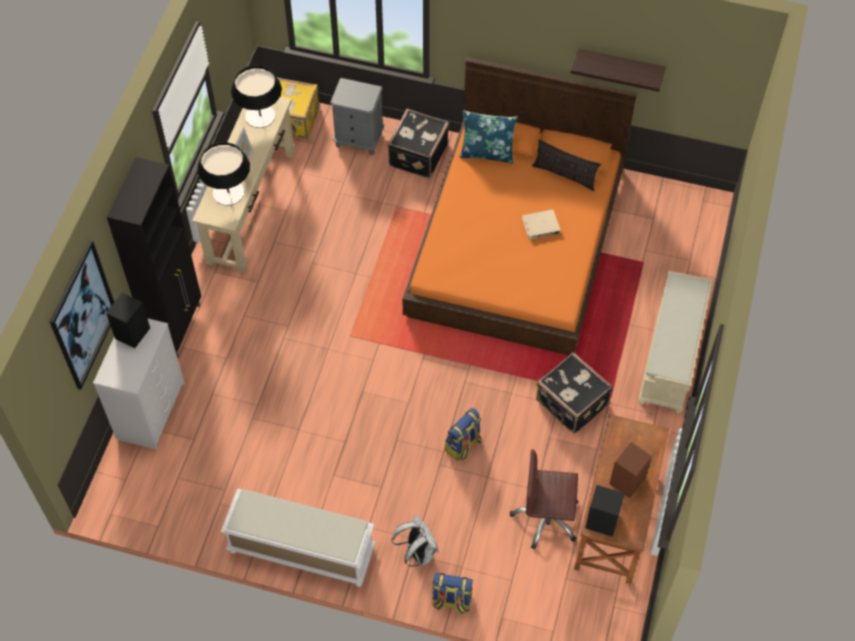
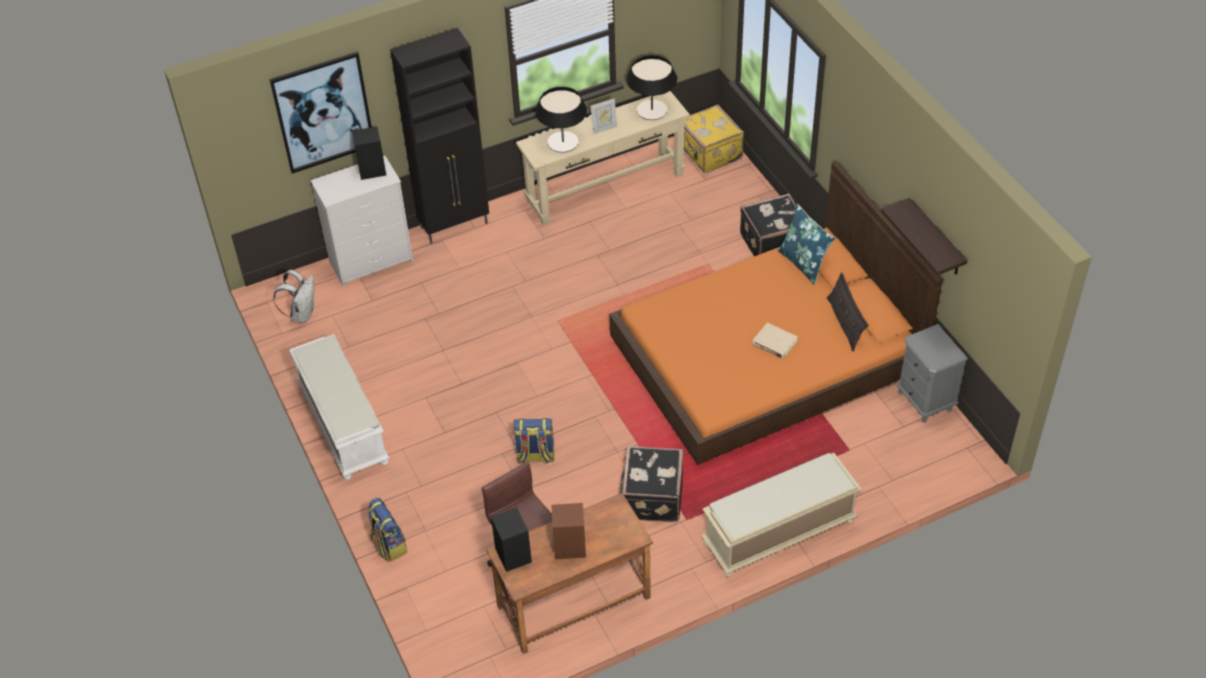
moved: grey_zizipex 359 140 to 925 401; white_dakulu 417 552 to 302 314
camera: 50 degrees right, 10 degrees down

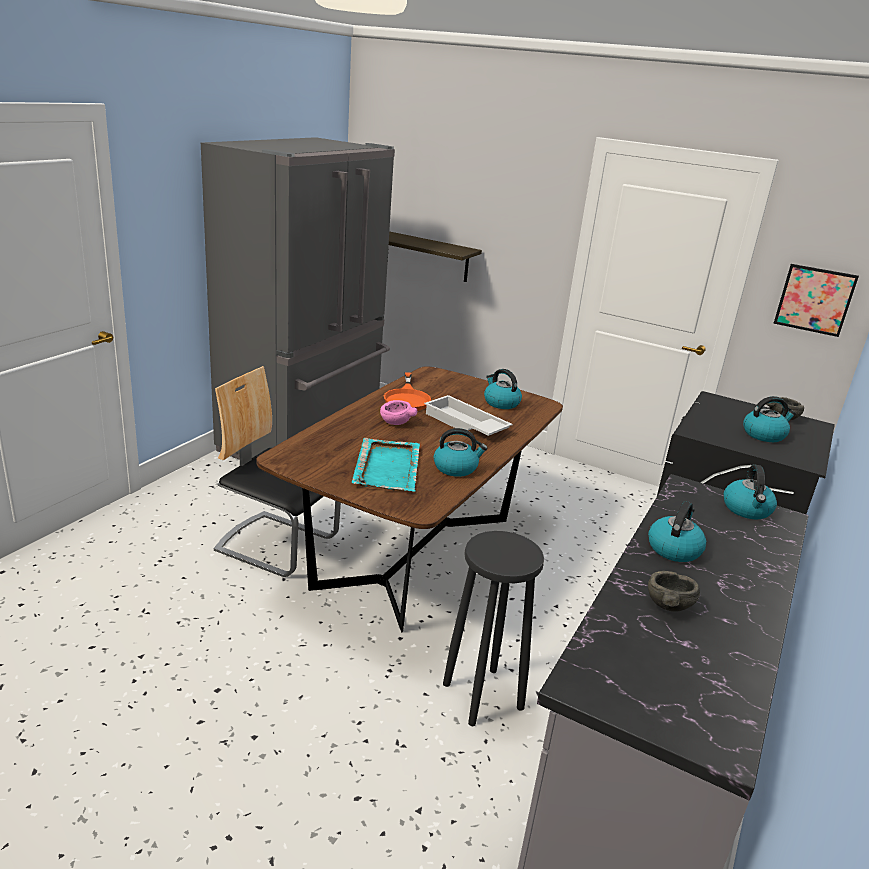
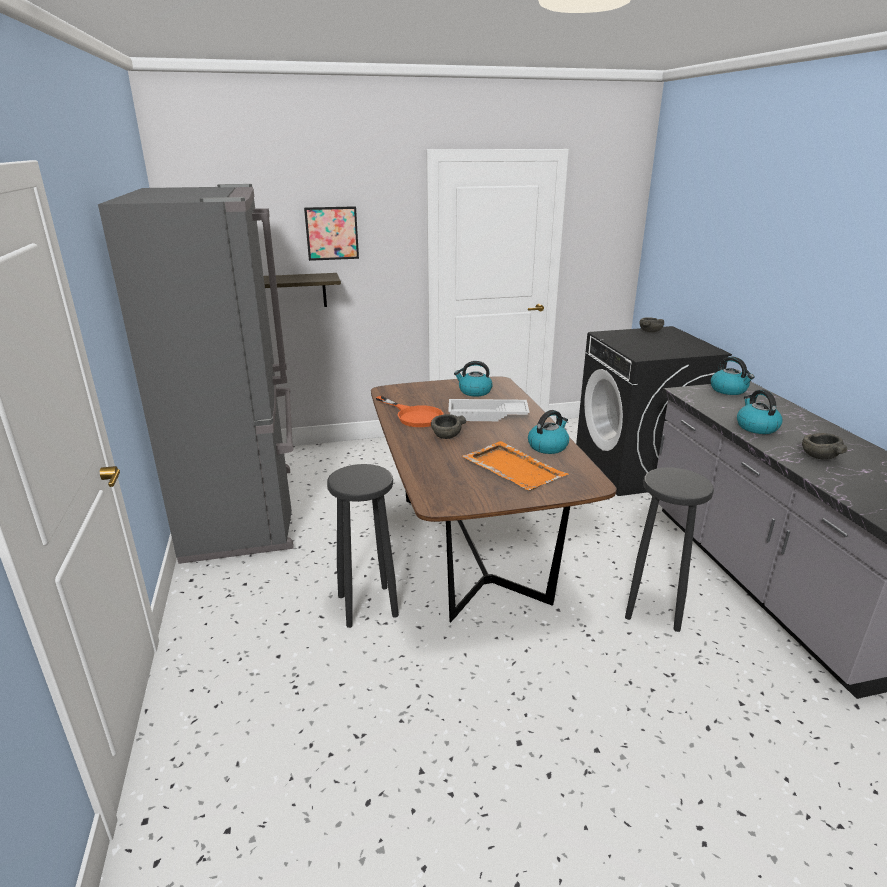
removed: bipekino 764 434
moved: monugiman 814 300 to 332 233
replaced: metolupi 277 544 to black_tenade 367 605
recoloured: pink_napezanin 395 422 to grey_napezanin 446 436; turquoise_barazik 387 467 to orange_barazik 512 468
camera: 40 degrees left, 0 degrees up

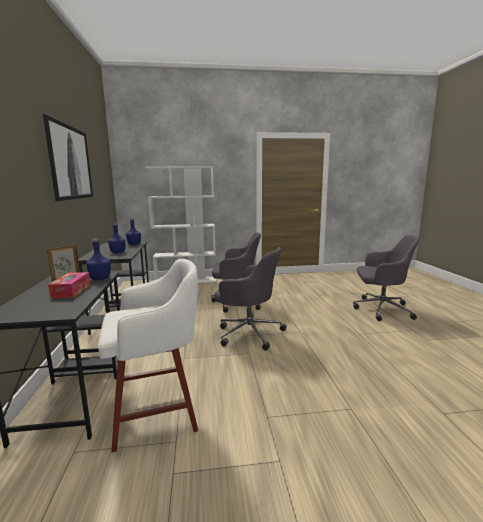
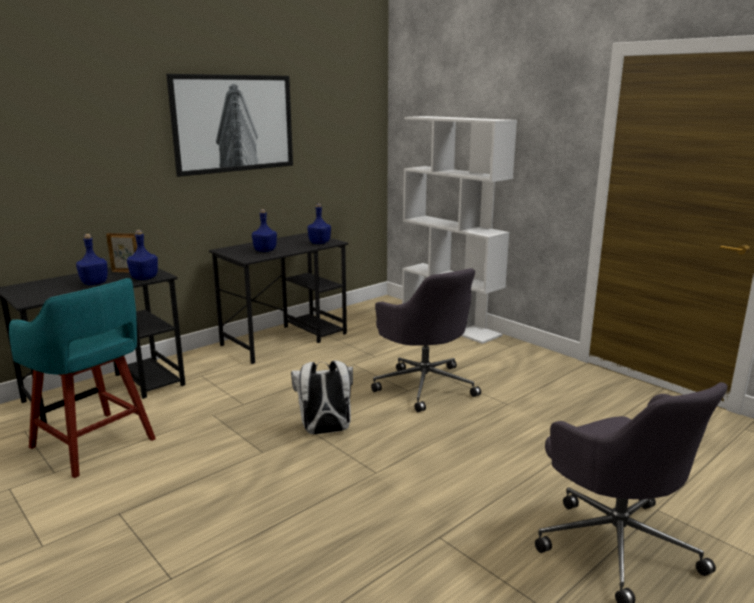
replaced: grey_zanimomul 248 332 to white_dakulu 325 431; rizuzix 71 291 to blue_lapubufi 94 283
recoloured: white_tenade 158 413 to turquoise_tenade 95 444
camera: 55 degrees right, 5 degrees up

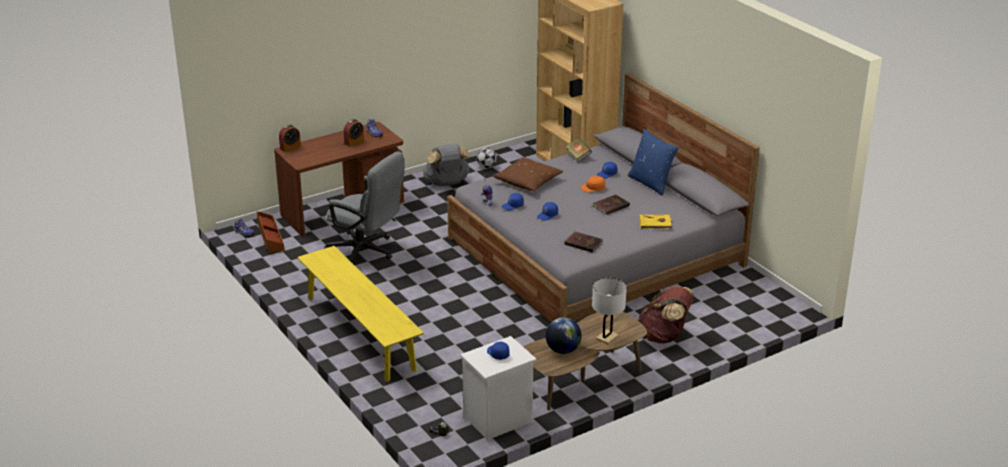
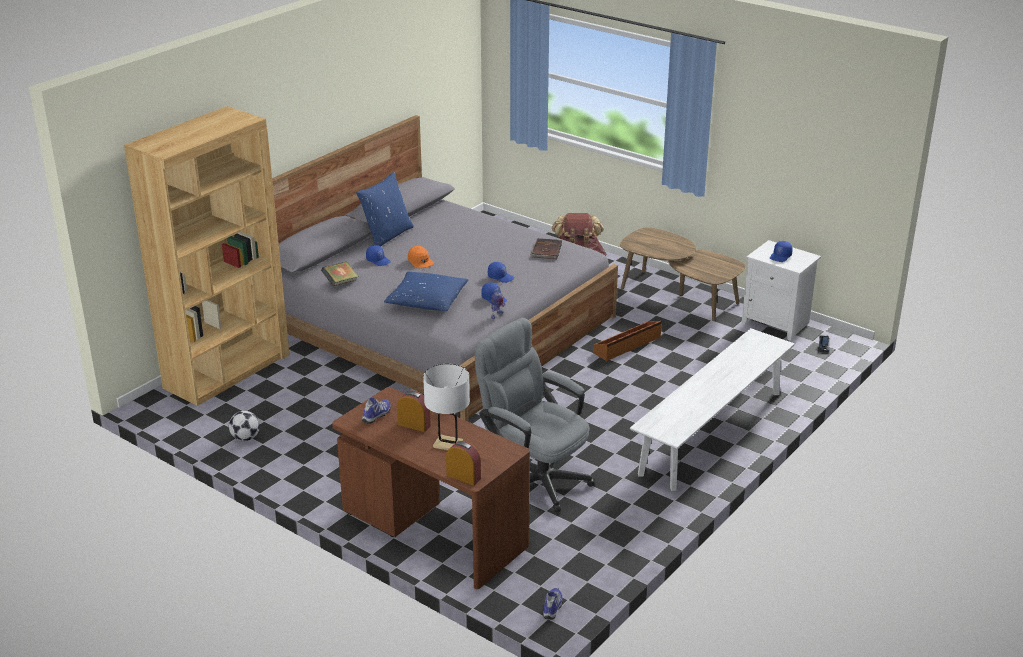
removed: grey_dakulu 446 184; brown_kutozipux 610 206; yellow_kutozipux 655 224; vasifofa 563 350
moved: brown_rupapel 270 237 to 627 345; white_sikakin 607 337 to 448 444
recoloured: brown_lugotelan 527 181 to blue_lugotelan 427 300; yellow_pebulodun 360 333 to white_pebulodun 711 432
turned: grey_zanimomul 367 251 = 534 477 60 degrees counterclockwise
camera: 110 degrees left, 0 degrees up

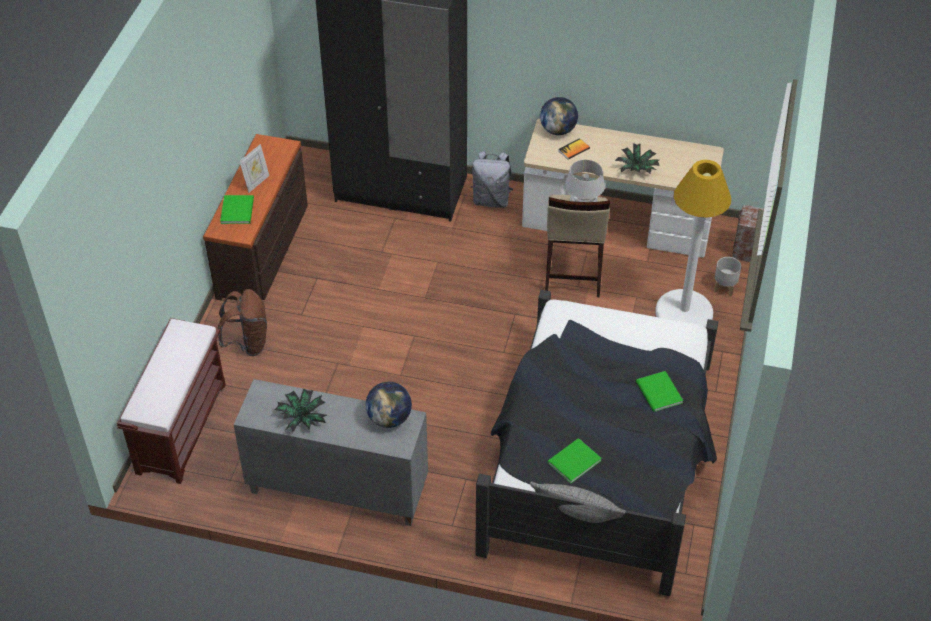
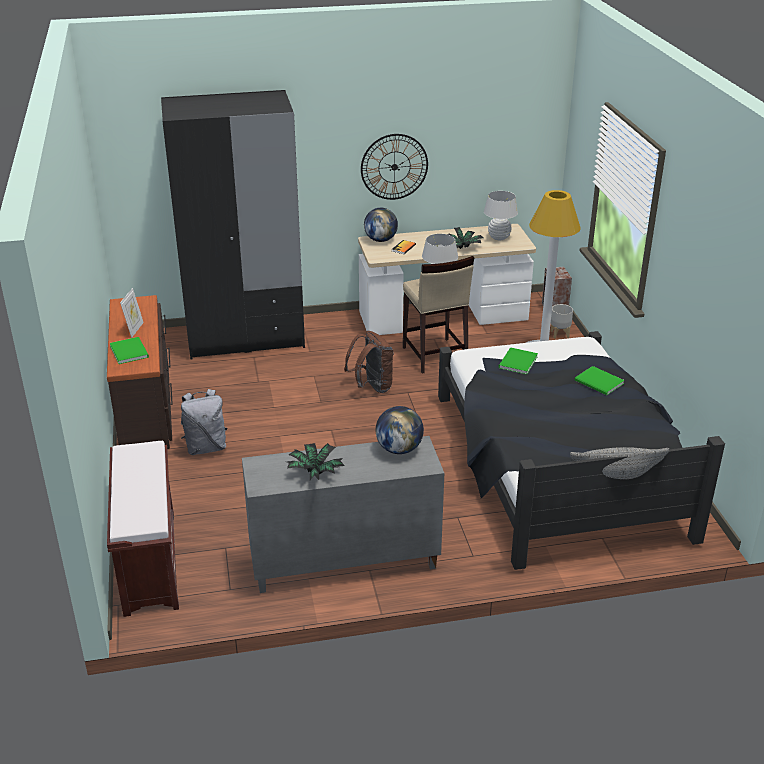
added: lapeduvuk 394 167; white_sikakin 499 238
moved: grey_dakulu 491 200 to 206 447; brown_dakulu 248 343 to 372 387; green_kutozipux 572 461 to 516 362
camera: 25 degrees left, 15 degrees down

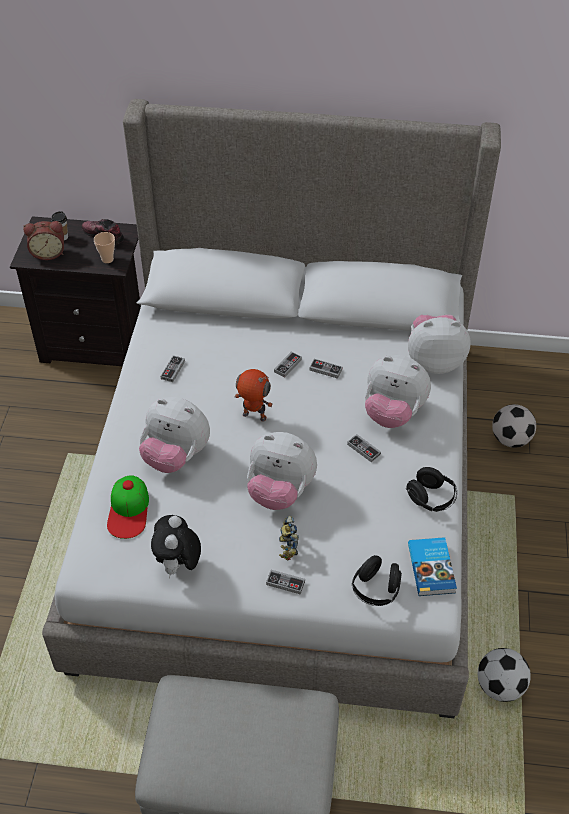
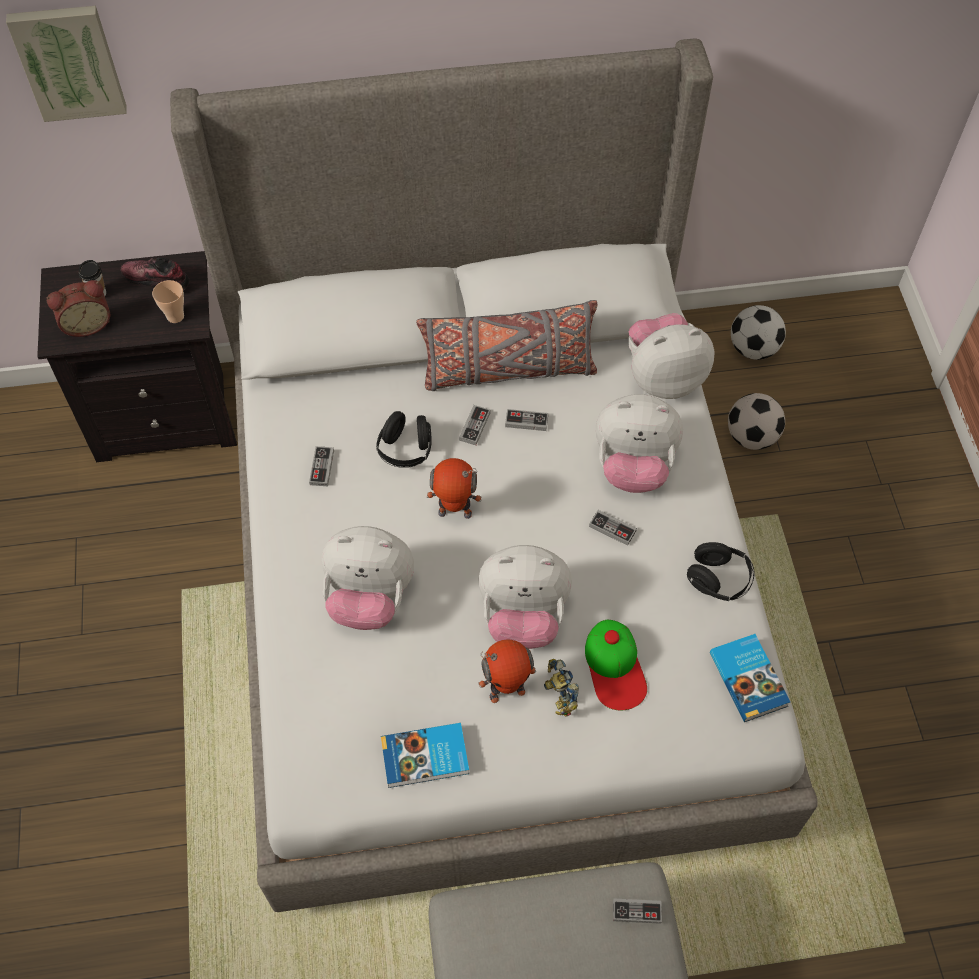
added: monugiman 69 61; grey_lugotelan 508 372; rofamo 506 691
moved: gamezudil 129 510 to 615 667; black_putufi 376 590 to 405 450; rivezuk 285 583 to 636 911; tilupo 500 686 to 753 348
replaced: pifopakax 178 565 to kutozipux 426 758
camera: 15 degrees left, 10 degrees up

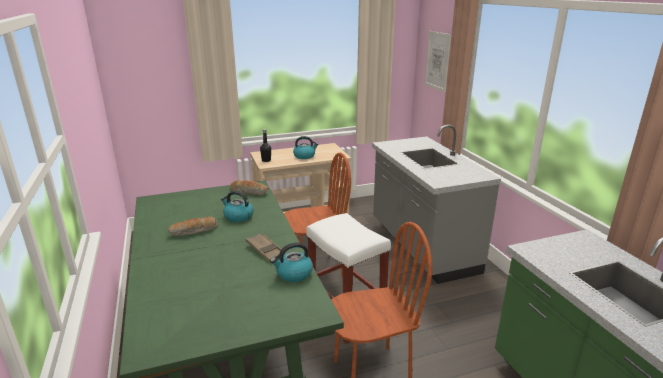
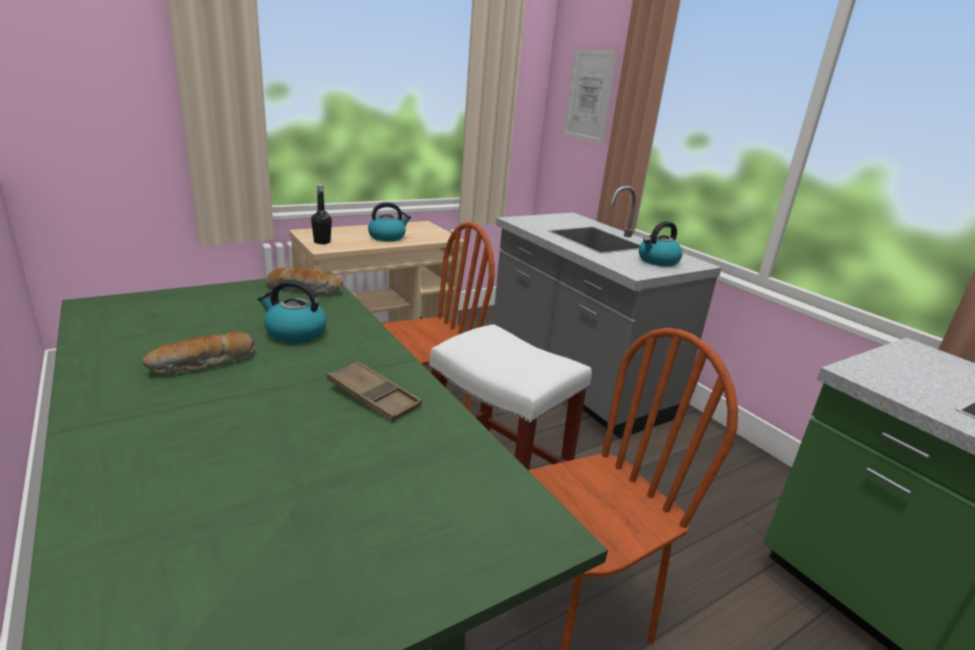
moved: bipekino 293 274 to 657 261
camera: 15 degrees left, 0 degrees up

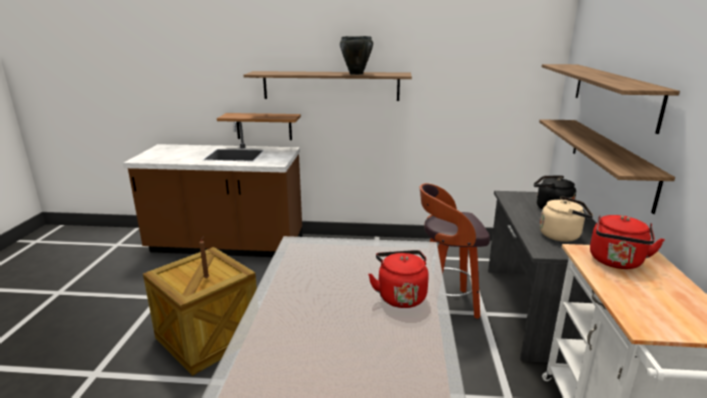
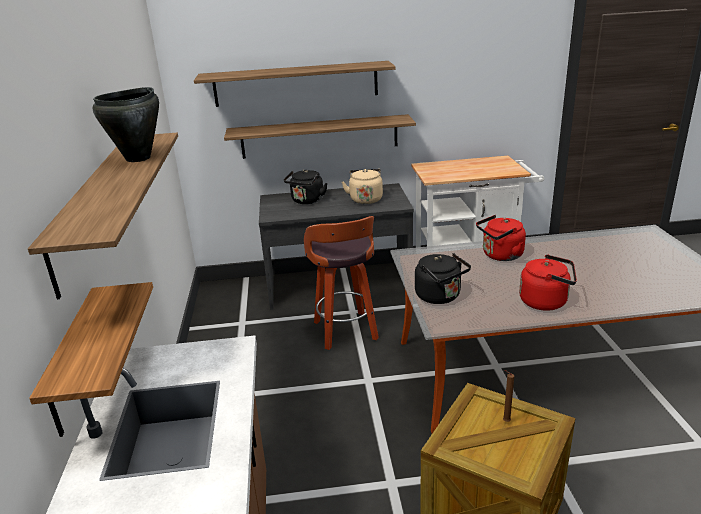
added: black_bipekino 440 297
moved: red_bipekino 616 262 to 546 301
camera: 100 degrees left, 5 degrees up

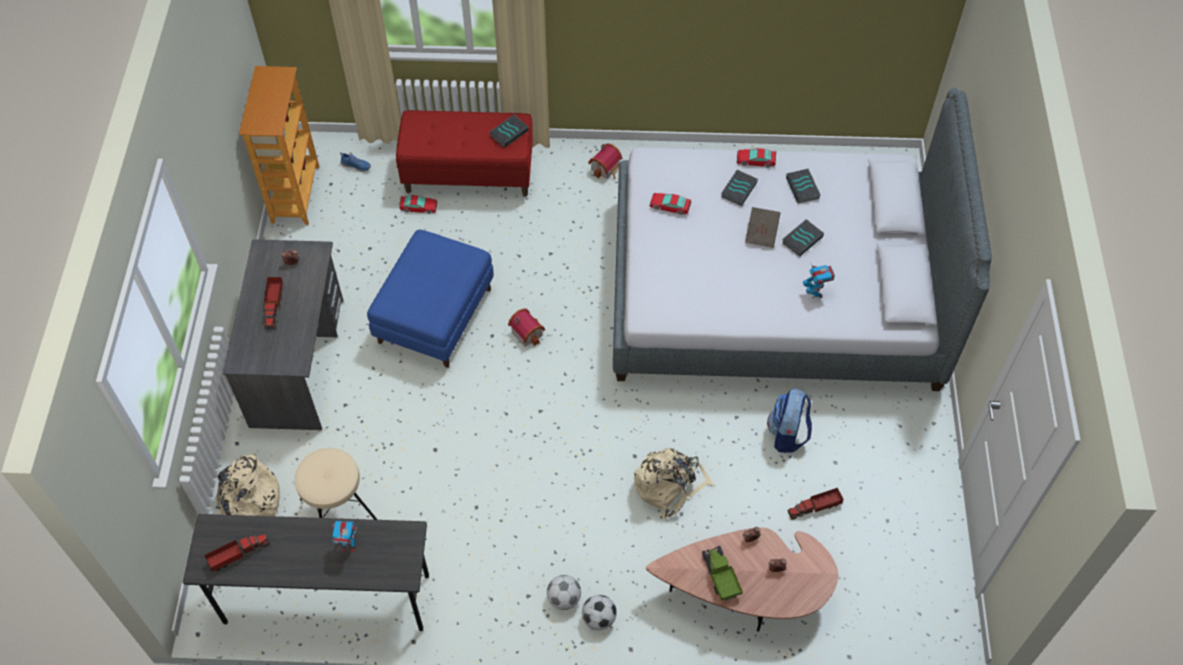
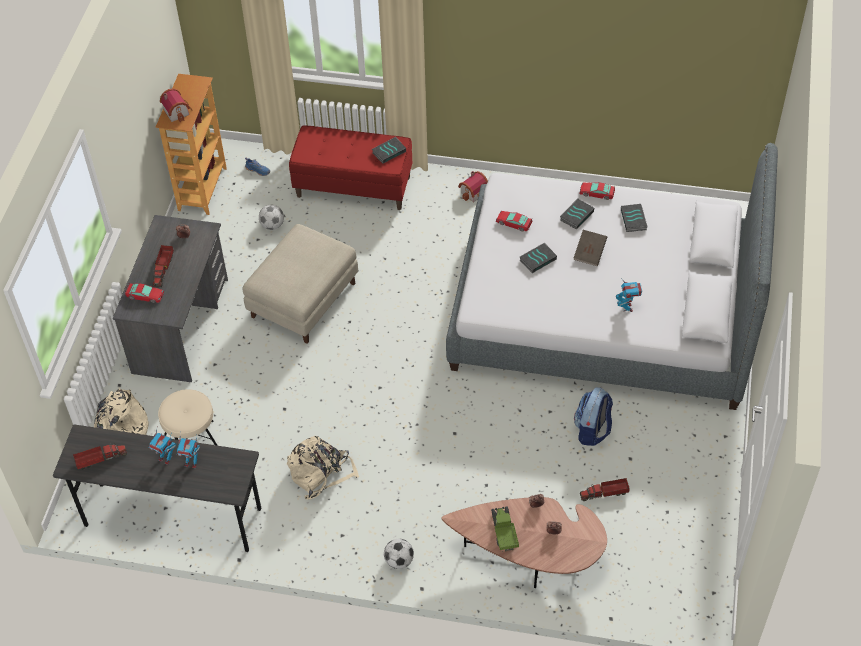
added: rofamo 166 458
moved: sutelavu 418 207 to 145 295; kutozipux 802 239 to 537 259; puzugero 528 332 to 177 111; beige_dakulu 669 485 to 321 473; tilupo 564 598 to 272 225
recoloured: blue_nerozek 435 315 to beige_nerozek 304 299
camera: 10 degrees right, 5 degrees down

